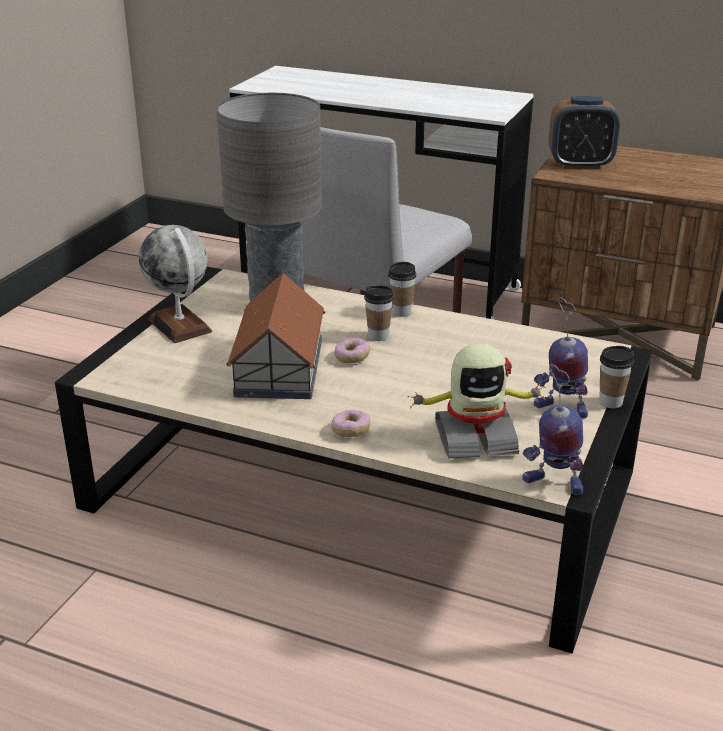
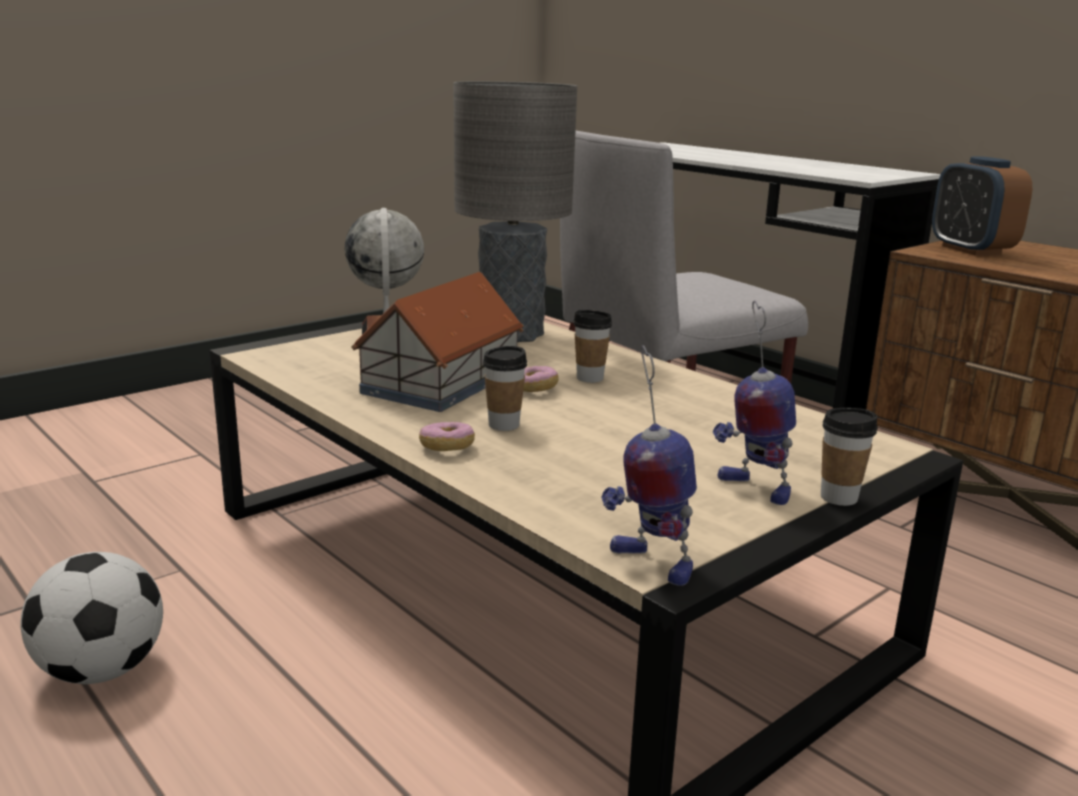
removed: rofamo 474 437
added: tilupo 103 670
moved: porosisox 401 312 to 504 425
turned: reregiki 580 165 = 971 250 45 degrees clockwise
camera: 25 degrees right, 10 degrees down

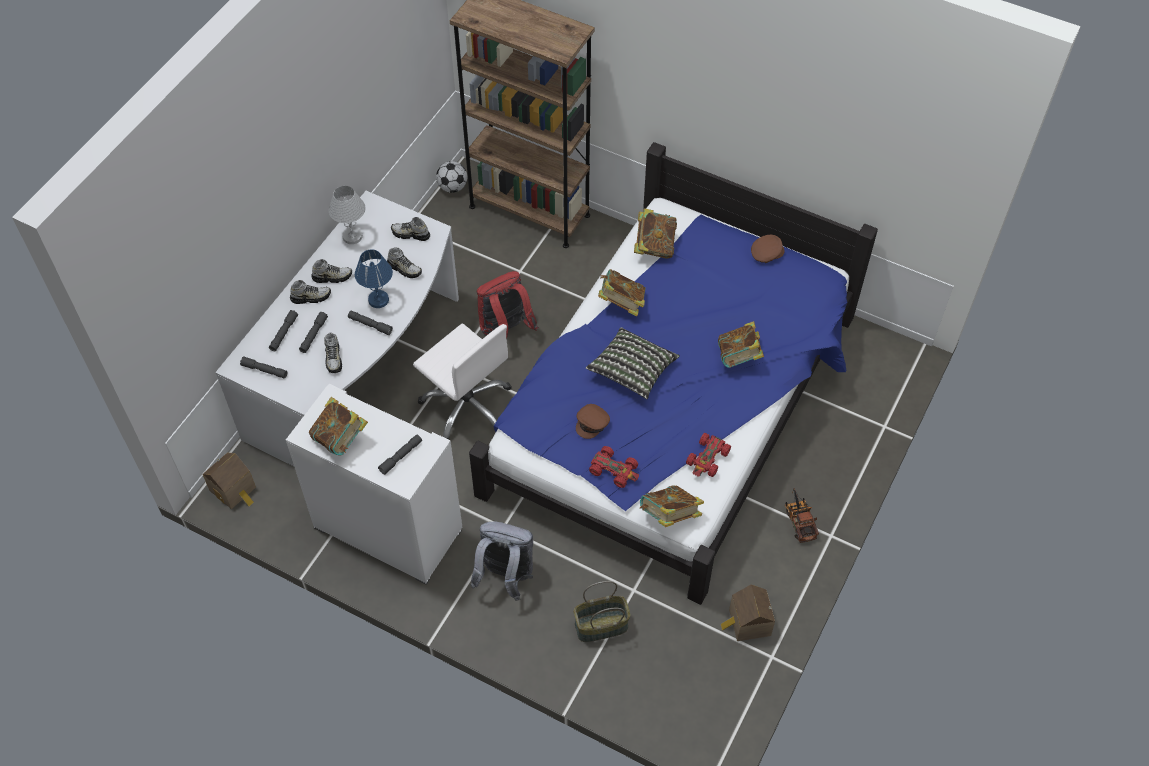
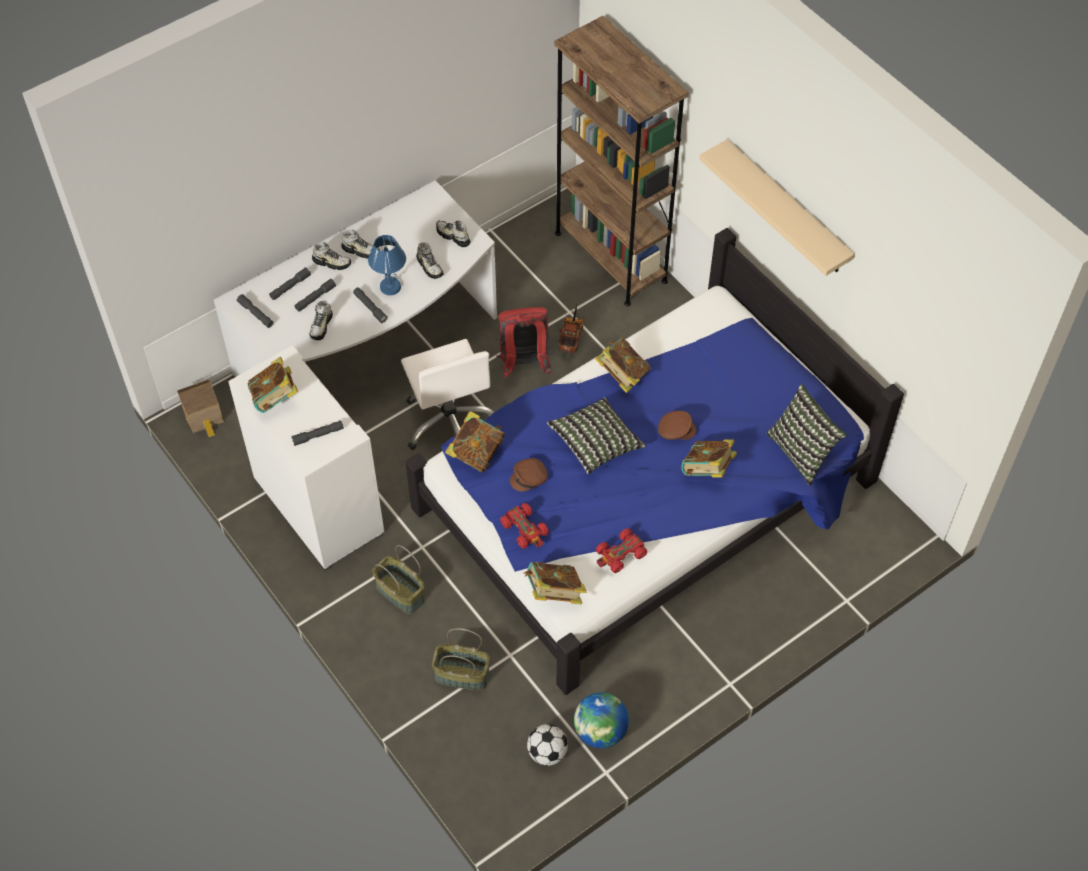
removed: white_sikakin 352 236
added: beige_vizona 787 209; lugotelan 802 451
moved: tilupo 452 187 to 547 753; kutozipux 654 246 to 476 453; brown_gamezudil 766 253 to 676 429; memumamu 799 520 to 571 334
replaced: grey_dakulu 505 576 to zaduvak 399 593; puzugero 747 623 to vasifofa 600 731
camera: 25 degrees right, 0 degrees up

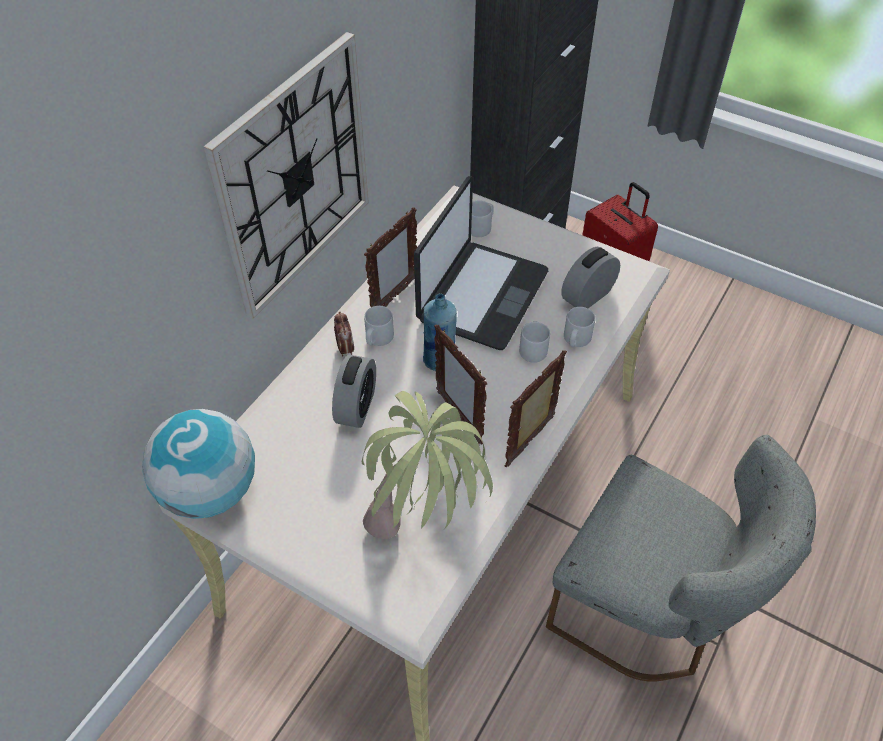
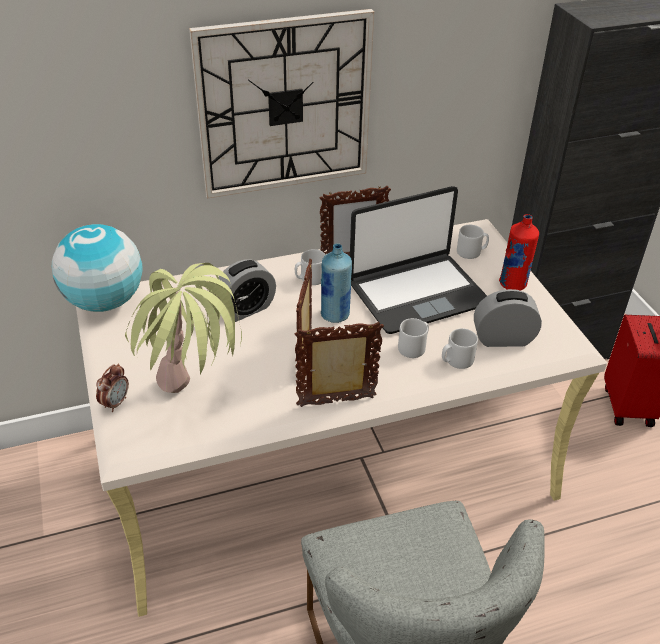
added: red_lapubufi 513 284
moved: reregiki 345 348 to 115 403
camera: 40 degrees right, 10 degrees down

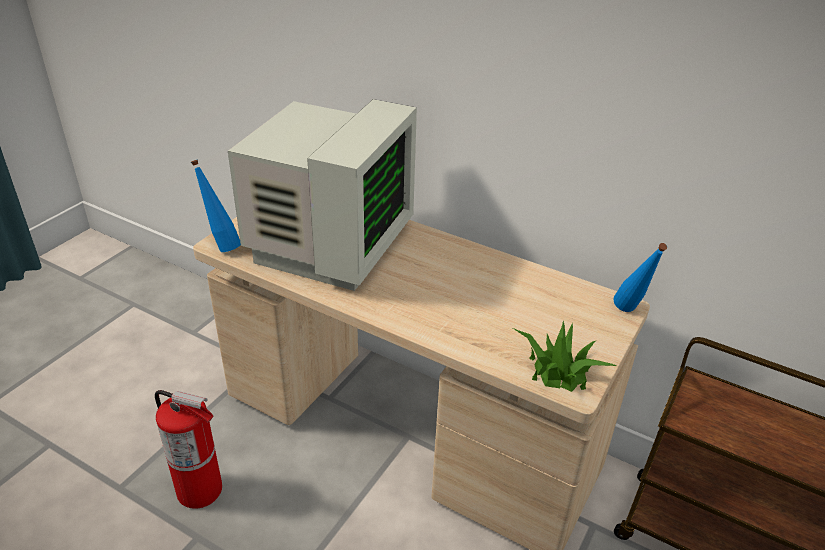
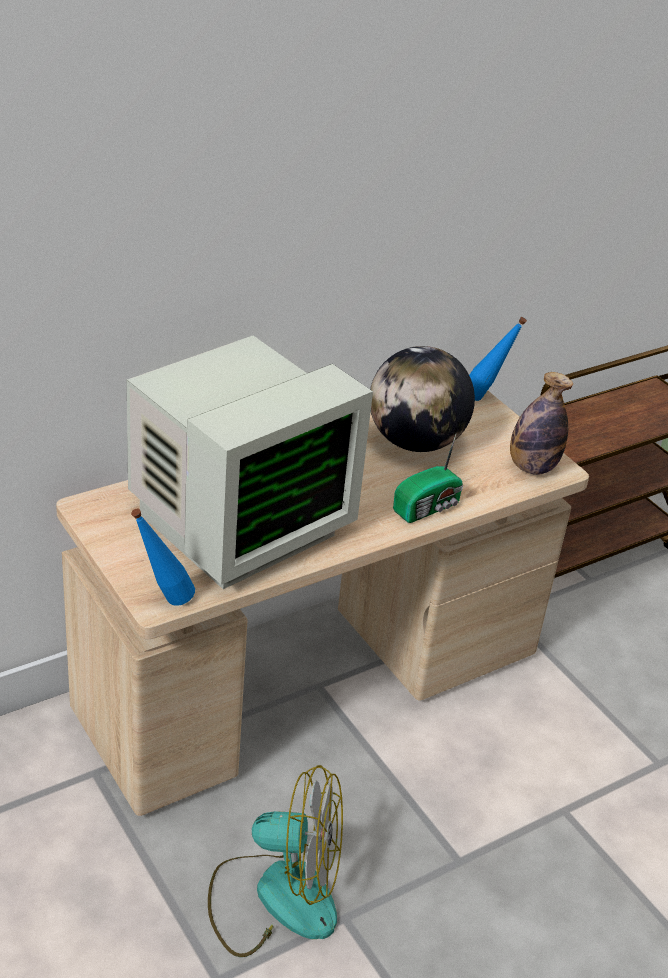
added: vasifofa 415 442; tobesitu 429 507
replaced: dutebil 558 370 to lapubufi 532 467; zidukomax 200 490 to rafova 275 896
turned: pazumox 327 246 = 236 524 90 degrees clockwise
camera: 65 degrees left, 0 degrees up

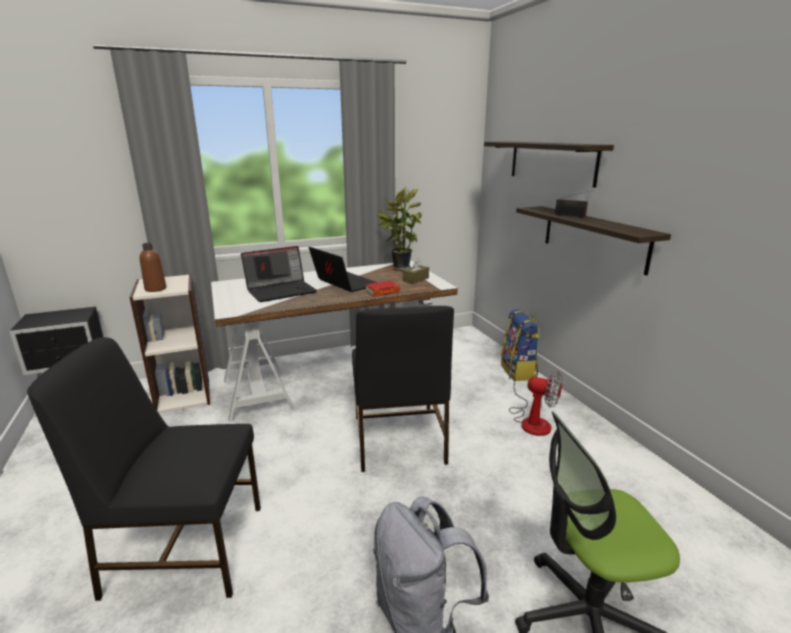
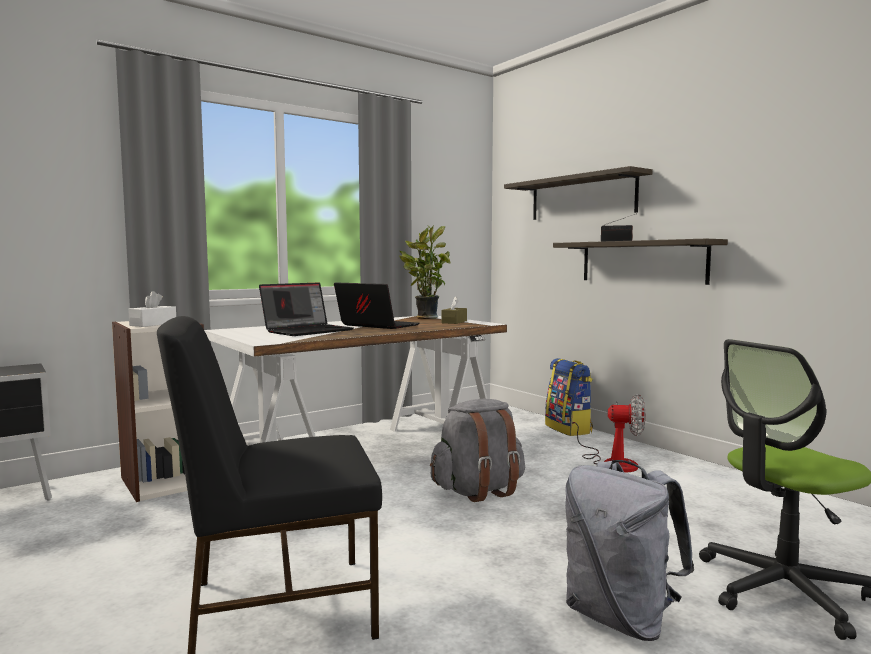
removed: kutozipux 382 292
replaced: brown_lapubufi 155 289 to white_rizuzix 153 324; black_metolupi 398 440 to grey_dakulu 478 491
camera: 15 degrees left, 15 degrees down

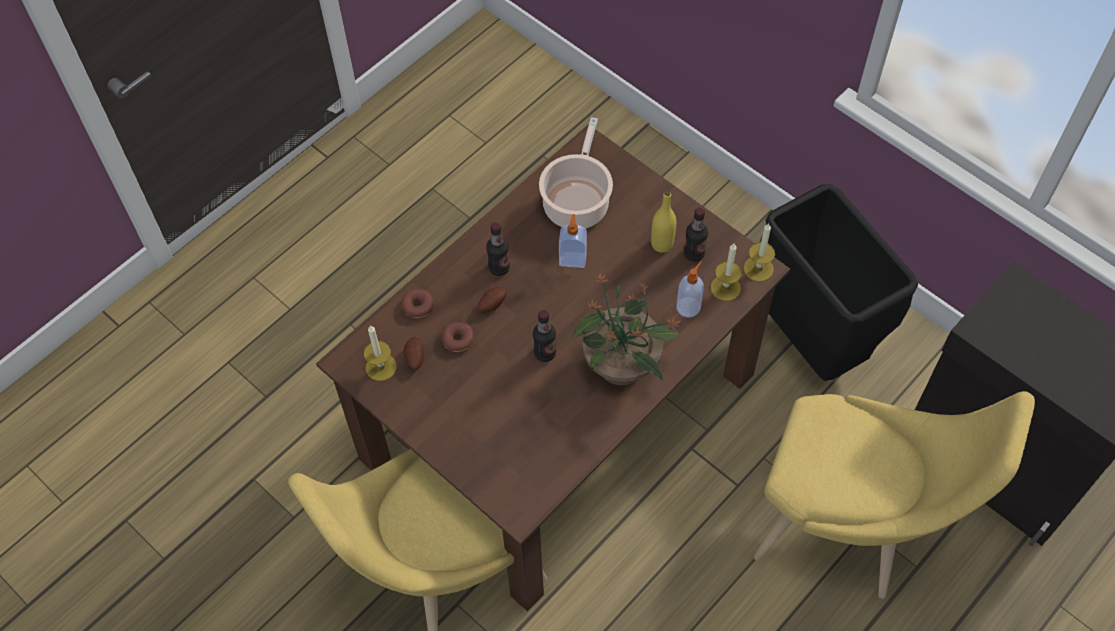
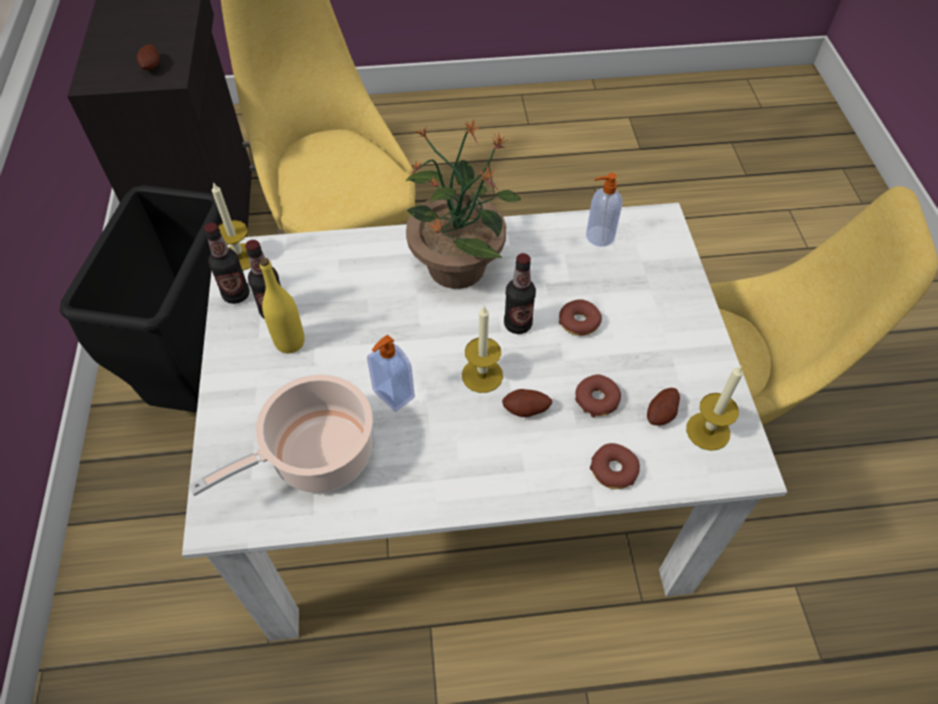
added: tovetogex 152 66; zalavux 579 322
moved: lapubufi 499 268 to 236 294; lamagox 725 288 to 482 375; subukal 689 306 to 599 236
recoloured: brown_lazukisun 559 413 to white_lazukisun 466 487
camera: 140 degrees left, 5 degrees down

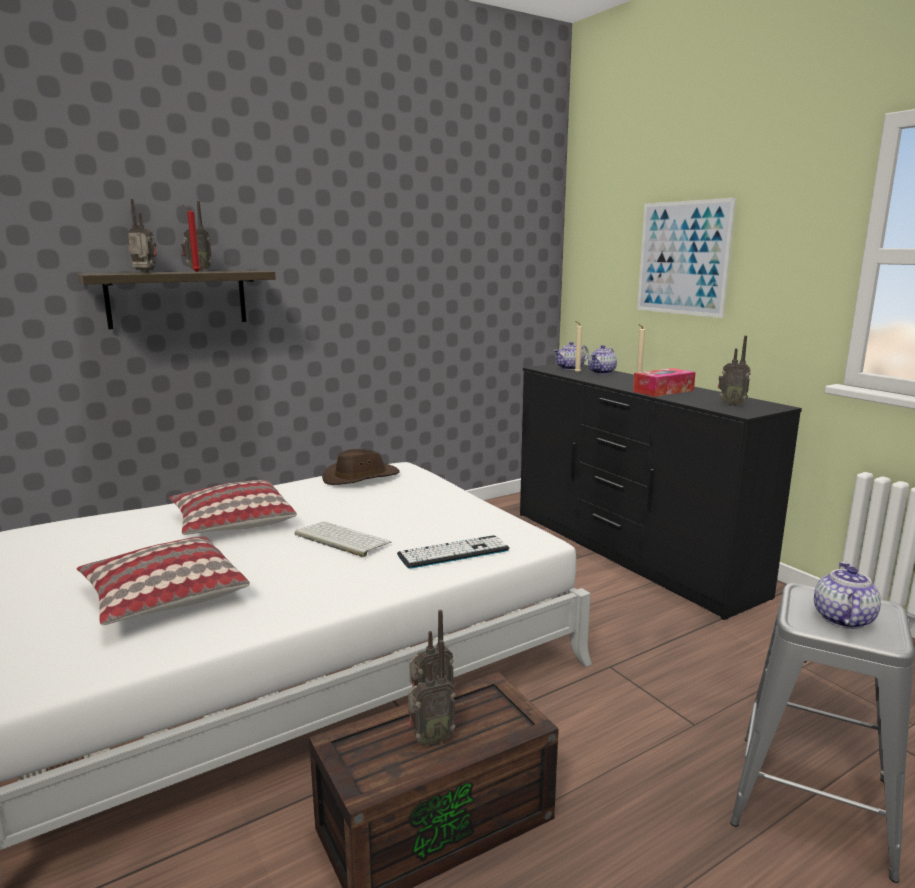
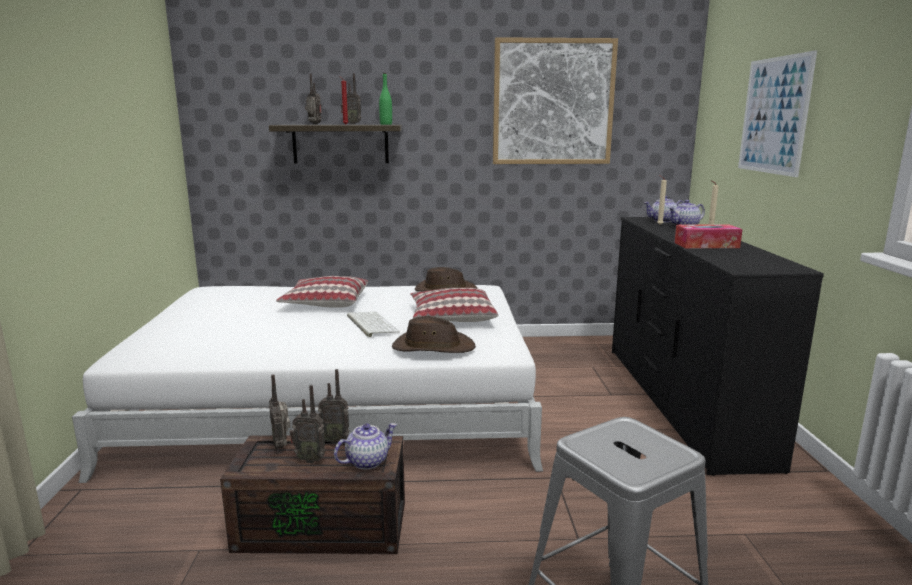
added: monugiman 553 102; green_lapubufi 386 124
moved: tobesitu 731 404 to 282 445; lugotelan 163 596 to 451 317; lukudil 842 618 to 367 461
replaced: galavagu 453 552 to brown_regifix 432 347
camera: 30 degrees right, 0 degrees up

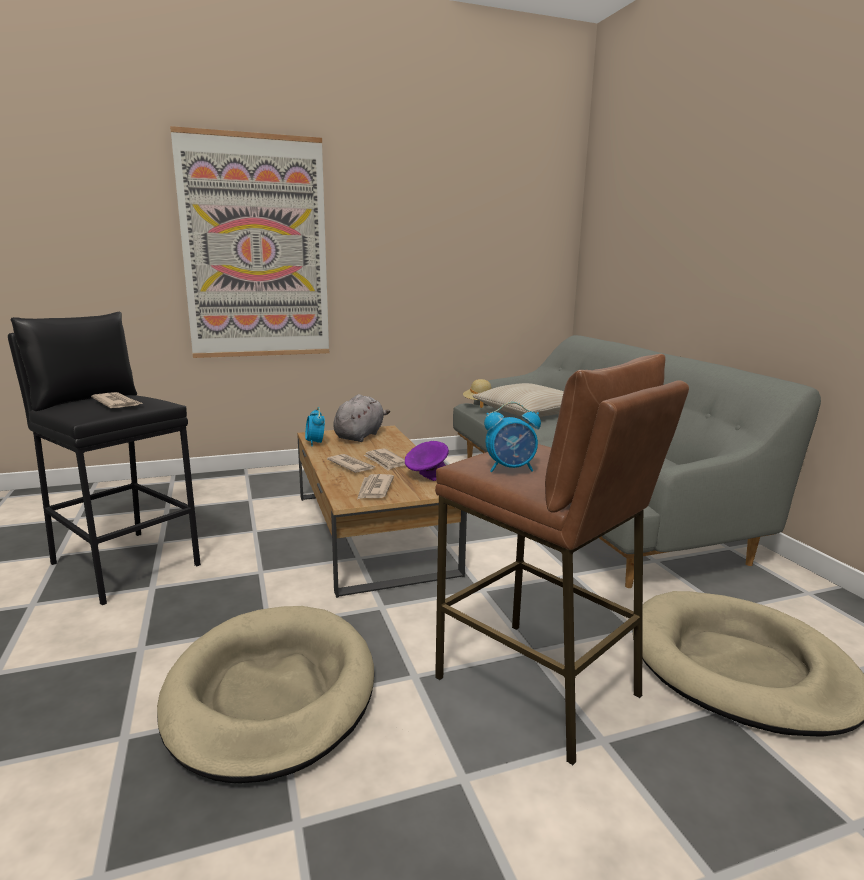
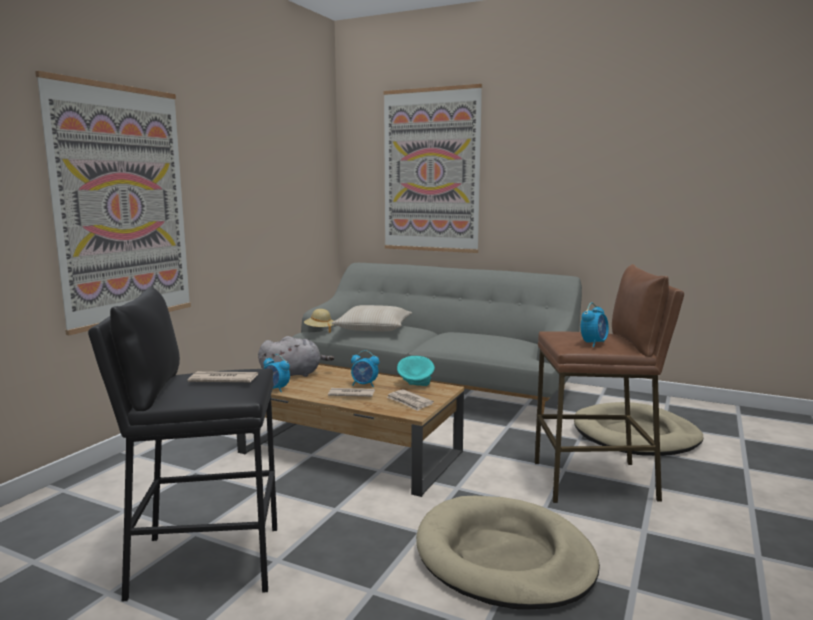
added: monugiman 431 171
replaced: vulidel 385 461 to reregiki 364 385
recoloured: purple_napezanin 427 476 to turquoise_napezanin 416 385
turned: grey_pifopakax 360 436 = 293 375 90 degrees clockwise
camera: 45 degrees left, 5 degrees down

